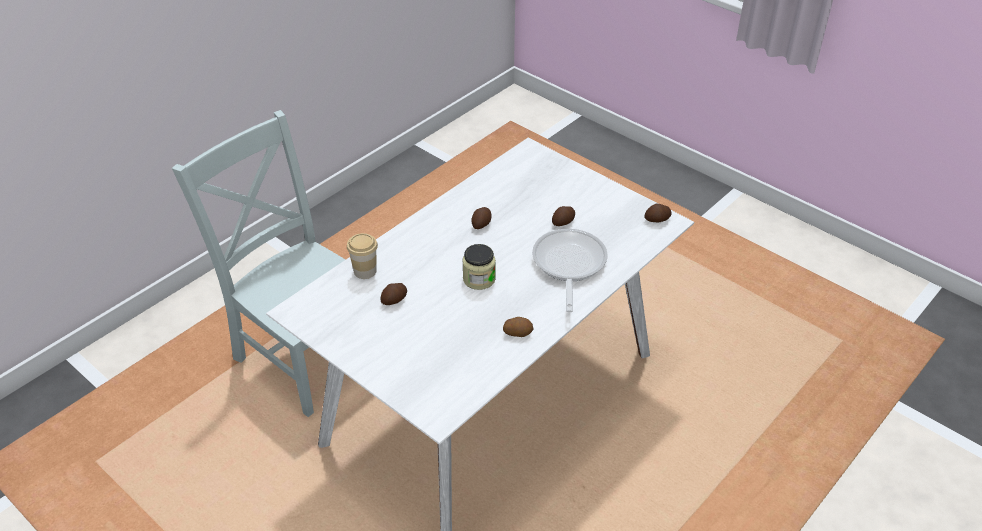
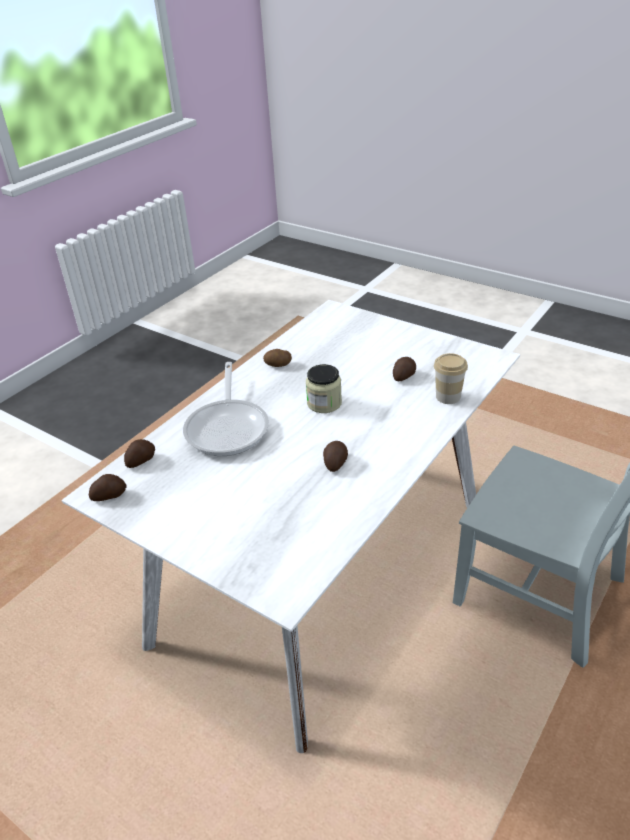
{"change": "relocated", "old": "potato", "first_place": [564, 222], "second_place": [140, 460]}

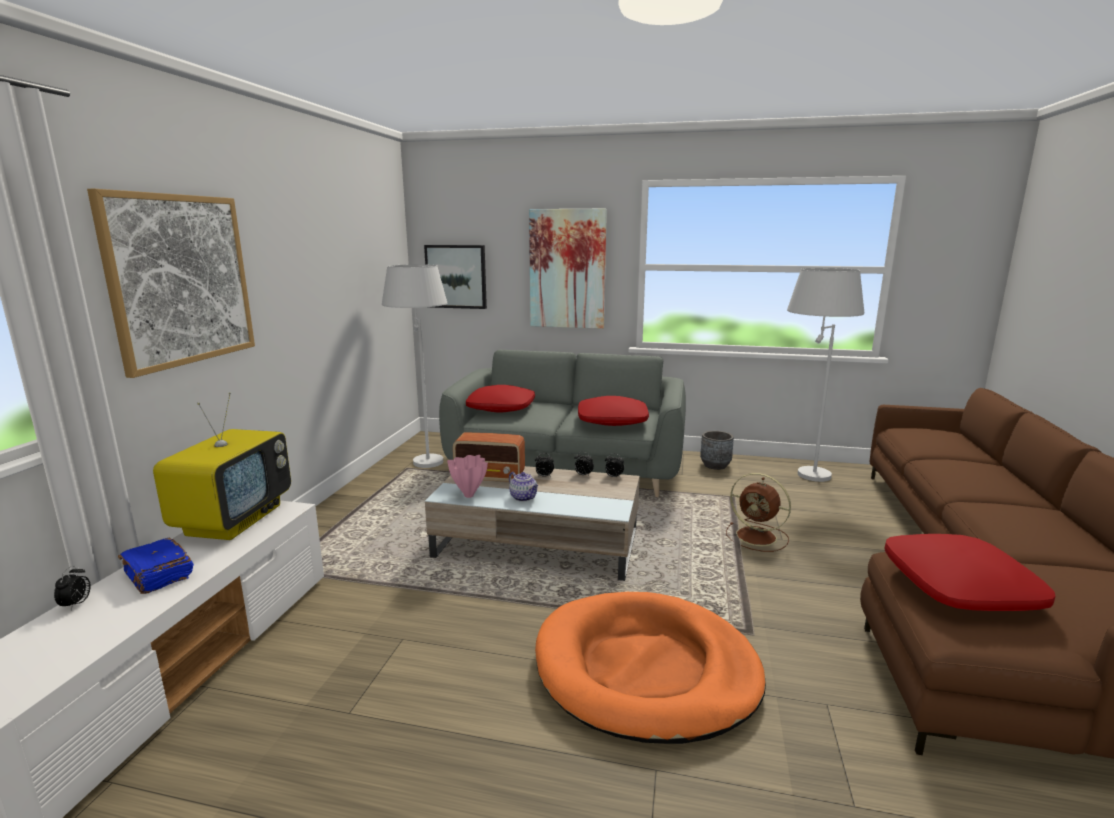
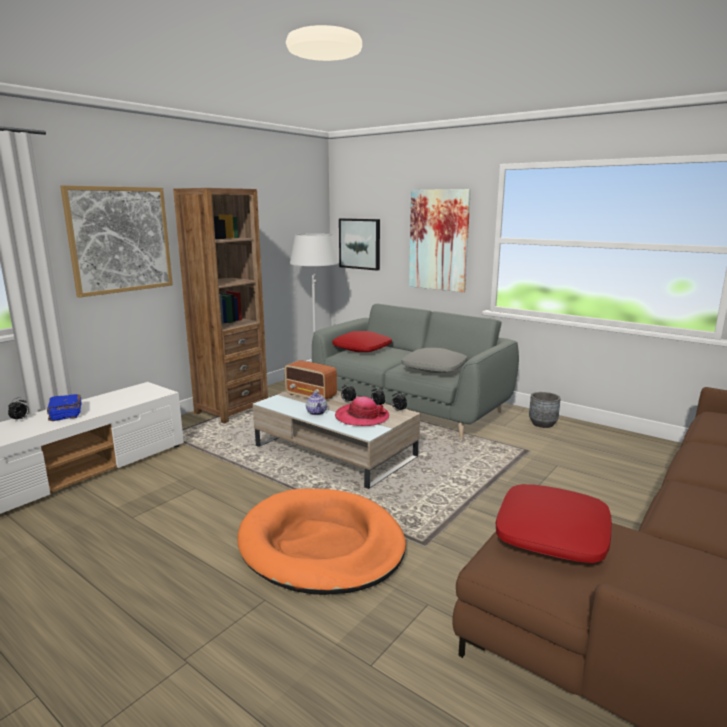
{"change": "missing", "old": "television", "first_place": [234, 519]}
{"change": "missing", "old": "vase (pink)", "first_place": [468, 496]}
{"change": "colour", "old": "pillow (red-coloured)", "new": "pillow (greyish)", "first_place": [612, 420], "second_place": [434, 368]}
{"change": "missing", "old": "electric fan (brown)", "first_place": [758, 537]}
{"change": "missing", "old": "standing lamp (white)", "first_place": [804, 479]}
{"change": "appeared", "new": "bookcase (brown)", "second_place": [231, 410]}
{"change": "appeared", "new": "hat", "second_place": [362, 417]}

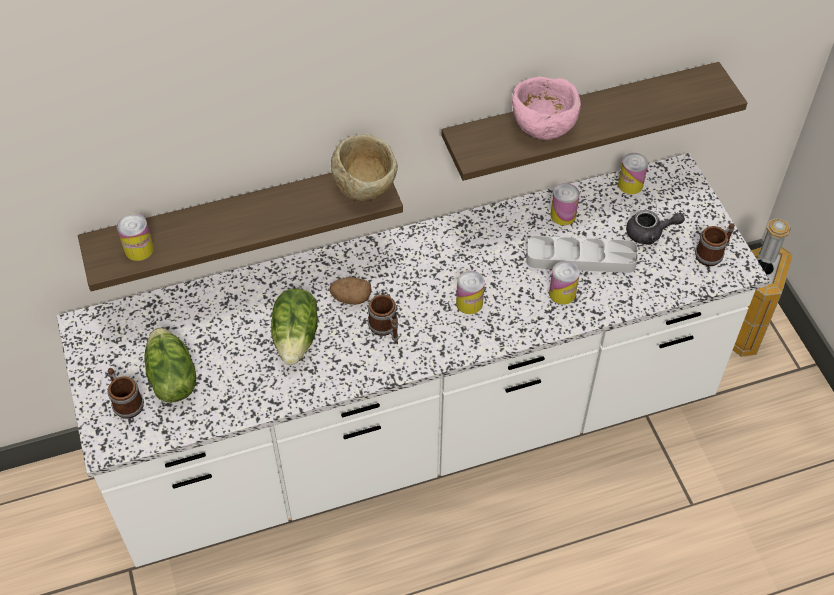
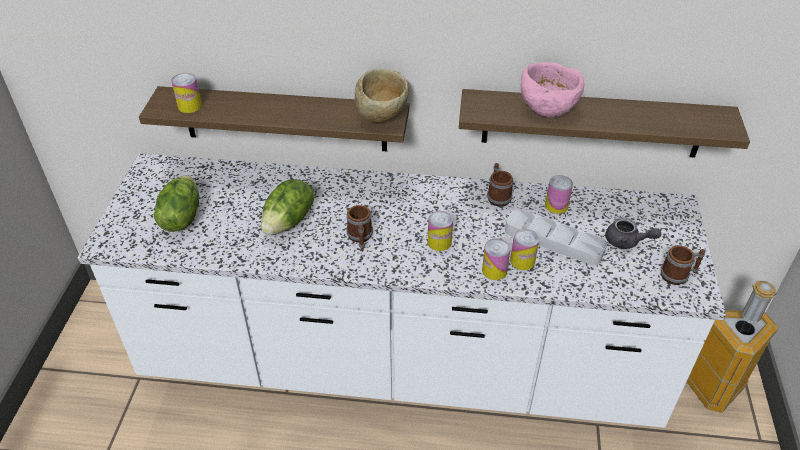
{"change": "relocated", "old": "tea mug", "first_place": [126, 402], "second_place": [497, 196]}
{"change": "missing", "old": "potato", "first_place": [351, 298]}
{"change": "relocated", "old": "can", "first_place": [630, 184], "second_place": [494, 270]}

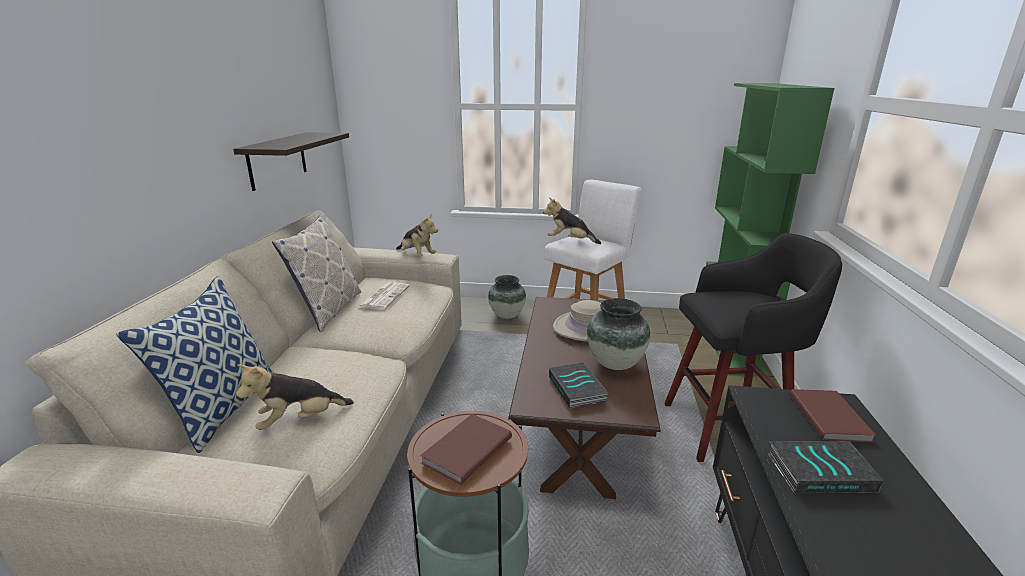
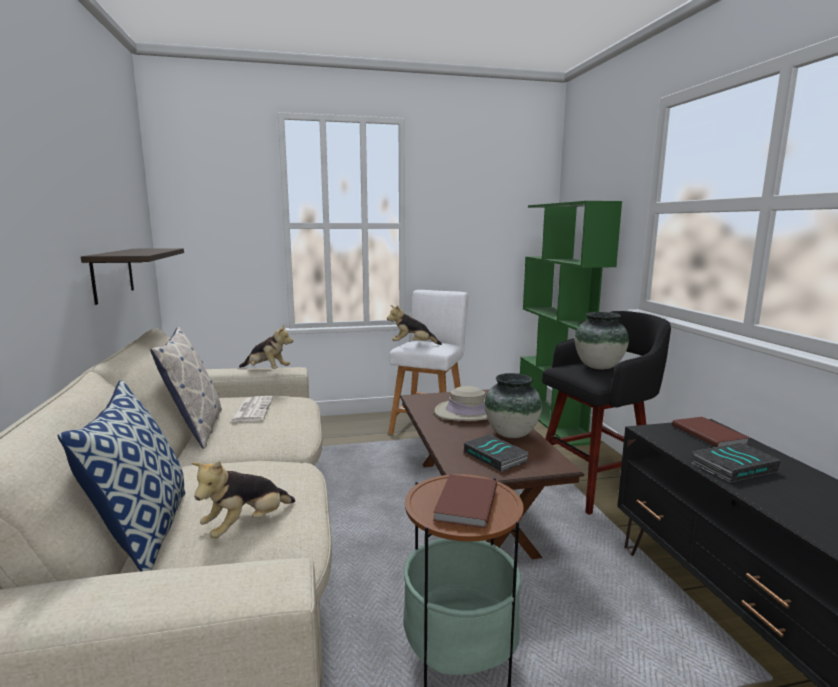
{"change": "relocated", "old": "vase", "first_place": [506, 315], "second_place": [598, 367]}

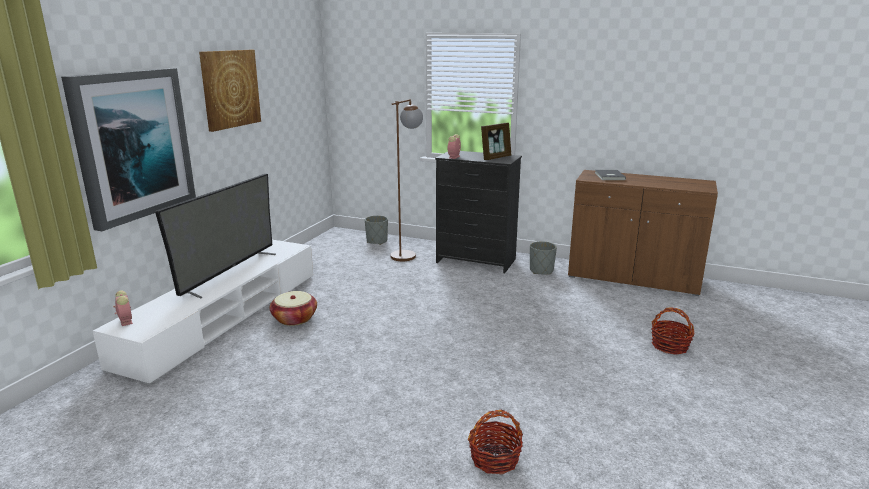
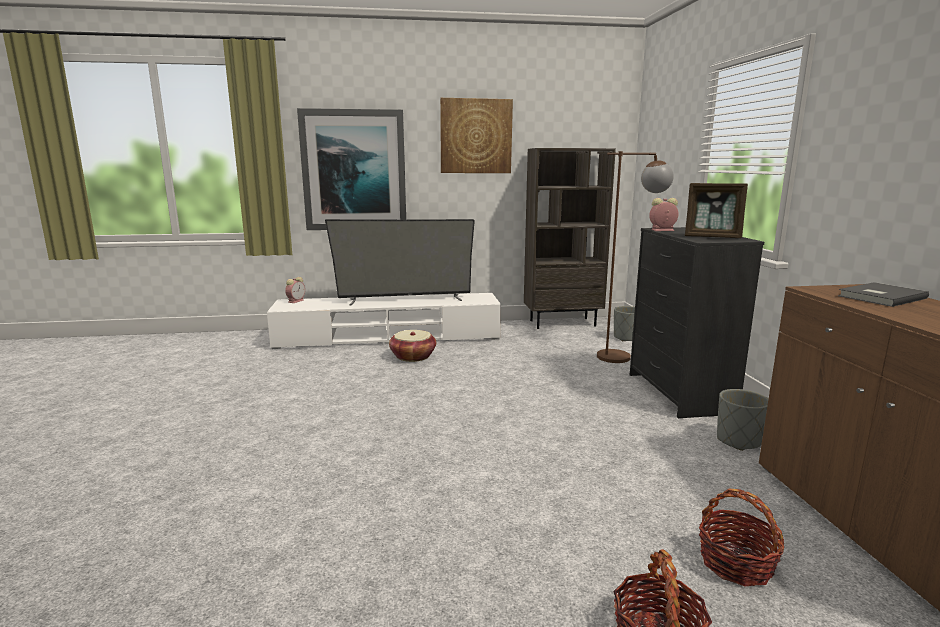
{"change": "relocated", "old": "household basket", "first_place": [494, 458], "second_place": [736, 563]}
{"change": "appeared", "new": "bookcase (brown)", "second_place": [562, 323]}

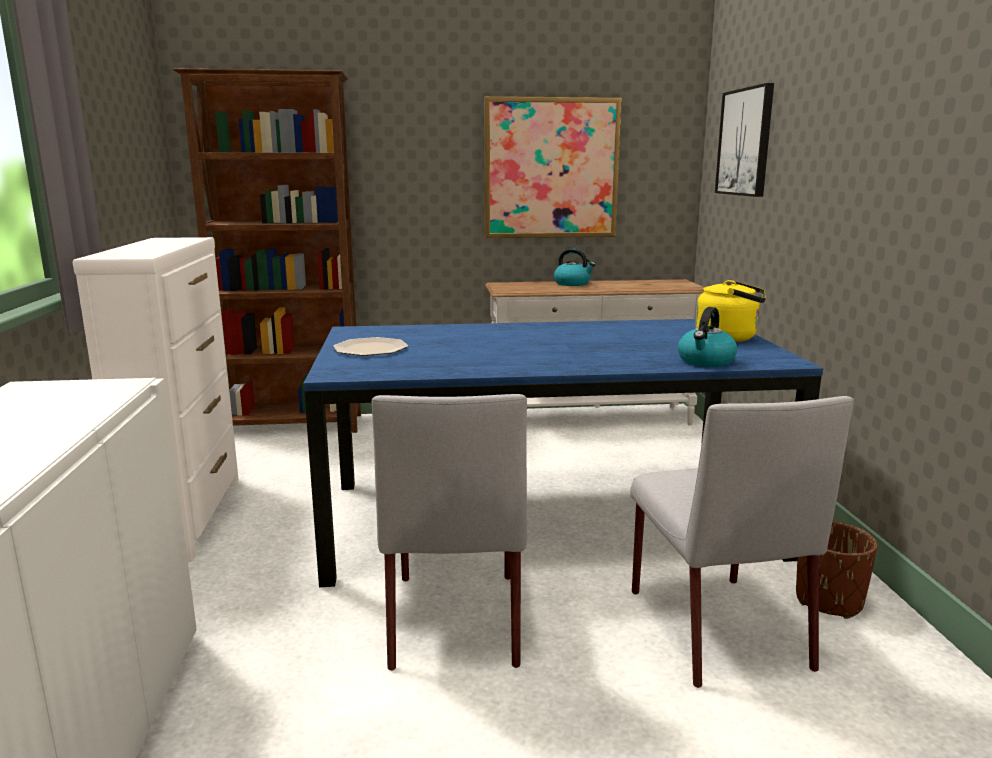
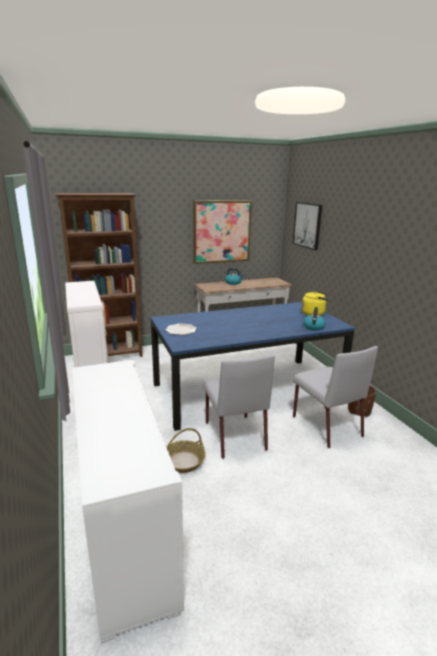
{"change": "appeared", "new": "household basket", "second_place": [183, 461]}

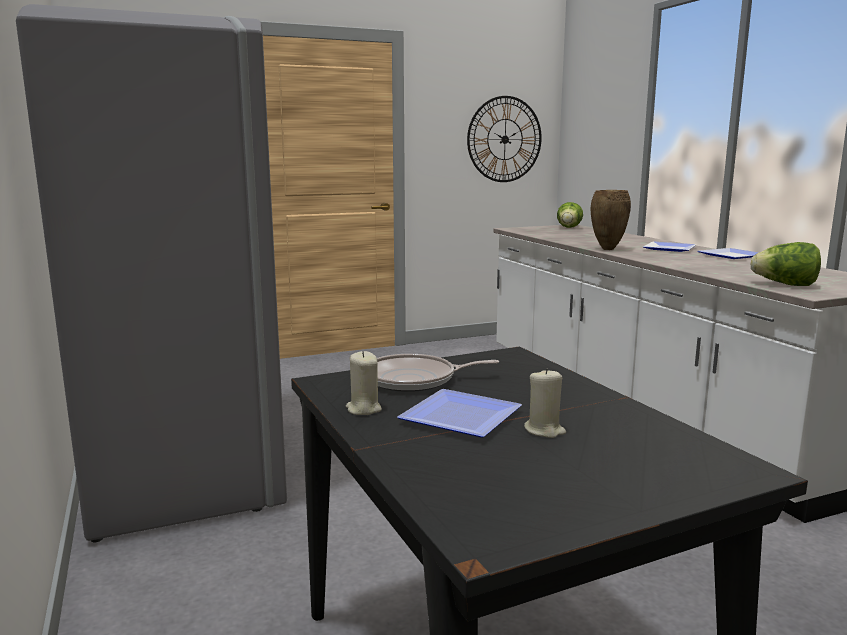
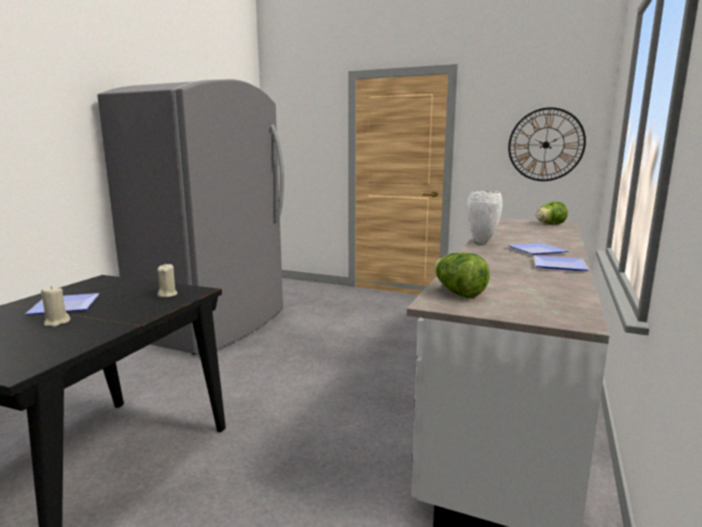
{"change": "relocated", "old": "candle (beige)", "first_place": [363, 409], "second_place": [167, 295]}
{"change": "missing", "old": "skillet", "first_place": [415, 380]}
{"change": "colour", "old": "vase (brown)", "new": "vase (white)", "first_place": [607, 249], "second_place": [481, 243]}

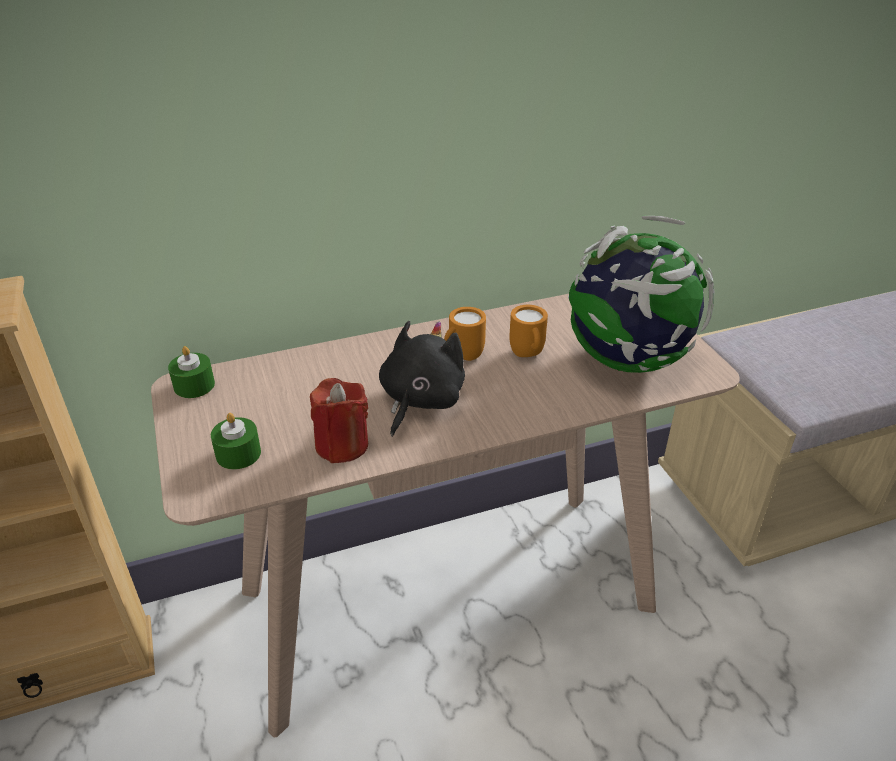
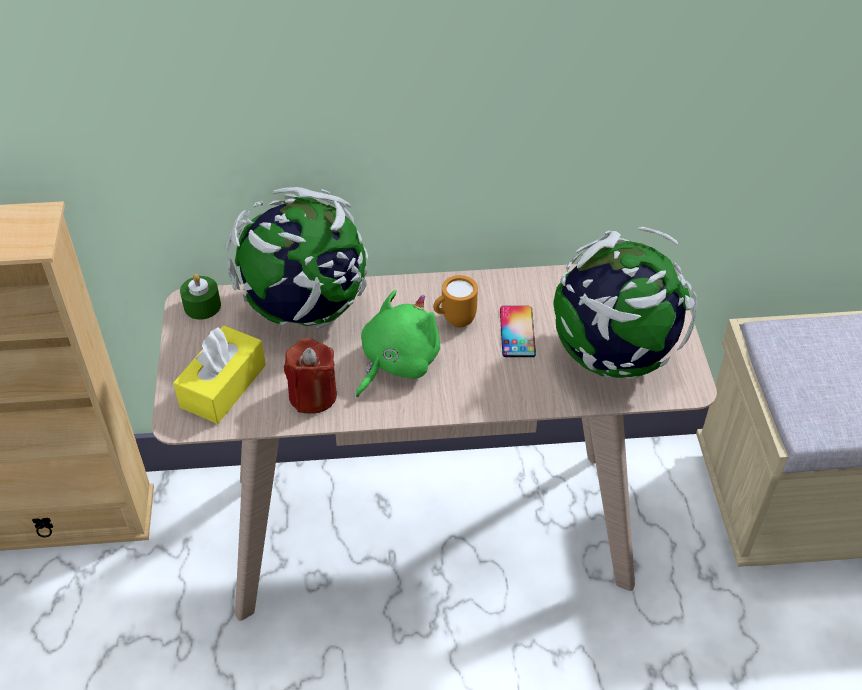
{"change": "exchanged", "old": "candle (green-coloured)", "new": "box of tissues (yellow)", "first_place": [238, 454], "second_place": [223, 386]}
{"change": "colour", "old": "plush toy (blackish)", "new": "plush toy (green-coloured)", "first_place": [420, 400], "second_place": [397, 362]}
{"change": "exchanged", "old": "tea mug (orangey)", "new": "phone", "first_place": [528, 355], "second_place": [517, 332]}
{"change": "appeared", "new": "world globe", "second_place": [305, 309]}

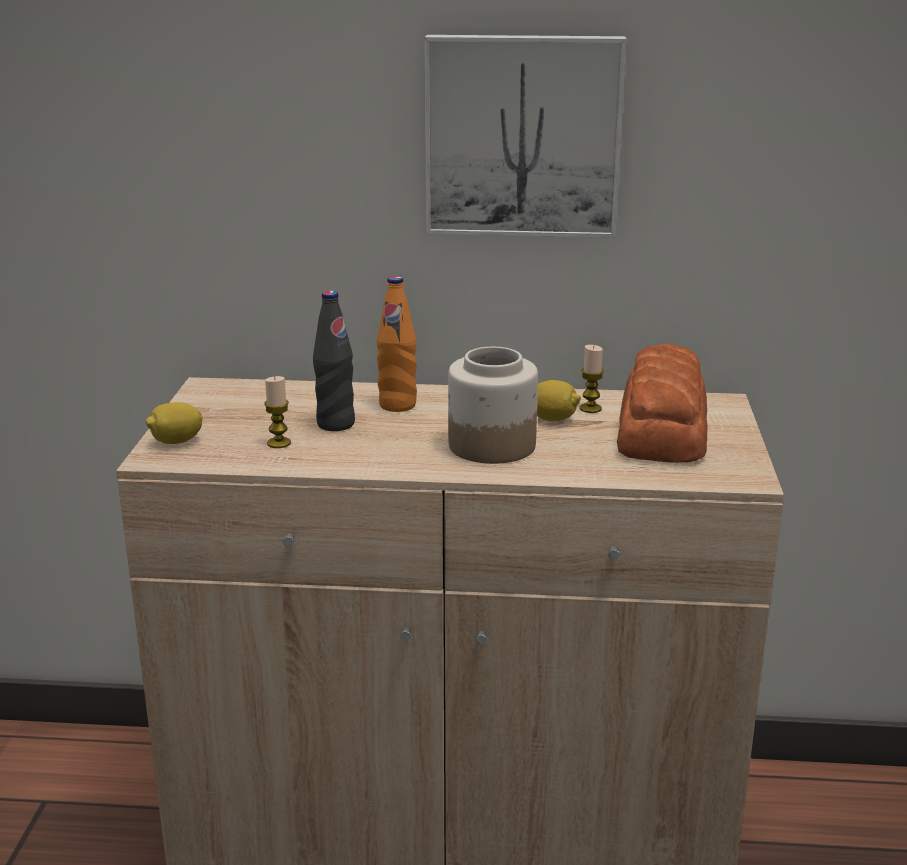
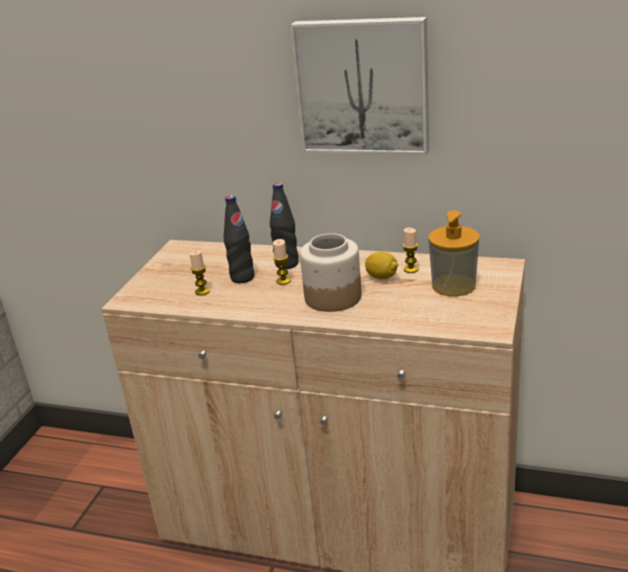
{"change": "missing", "old": "lemon", "first_place": [176, 442]}
{"change": "colour", "old": "bottle (orangey)", "new": "bottle (blackish)", "first_place": [397, 405], "second_place": [287, 264]}
{"change": "exchanged", "old": "bakery bread", "new": "soap bottle", "first_place": [663, 427], "second_place": [454, 285]}
{"change": "appeared", "new": "candle", "second_place": [283, 281]}

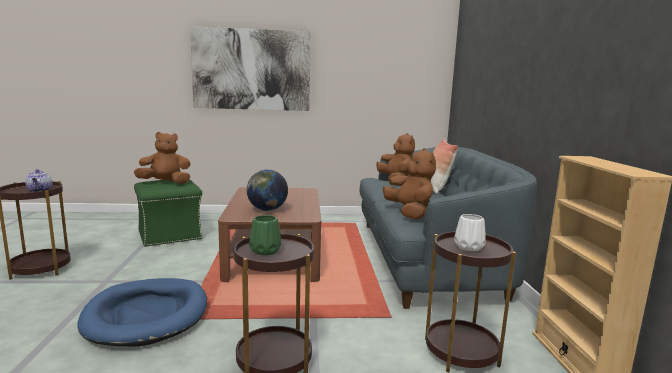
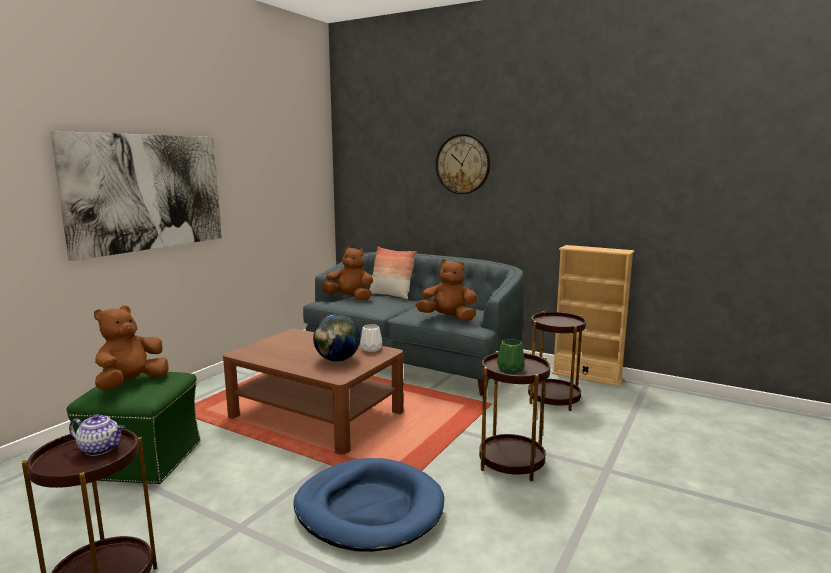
{"change": "relocated", "old": "vase (white)", "first_place": [469, 247], "second_place": [371, 349]}
{"change": "appeared", "new": "clock on the wall", "second_place": [463, 164]}

